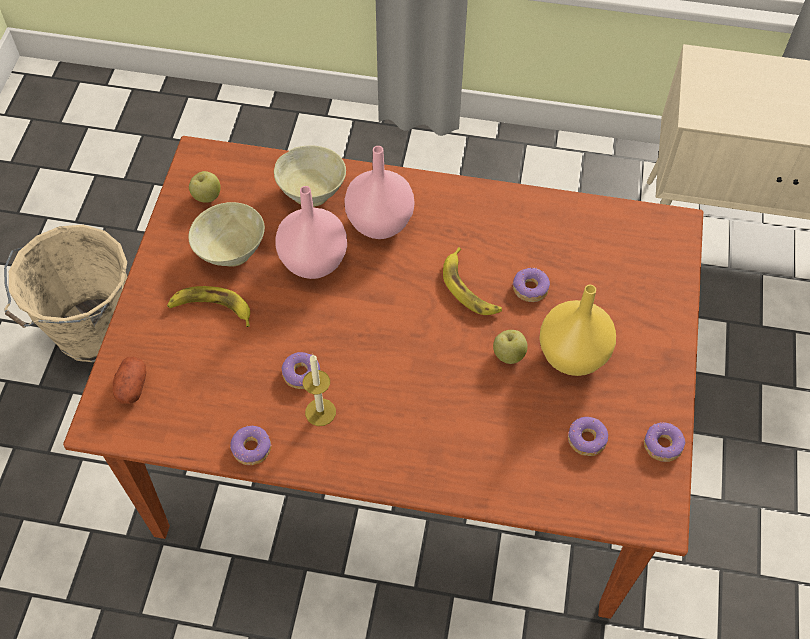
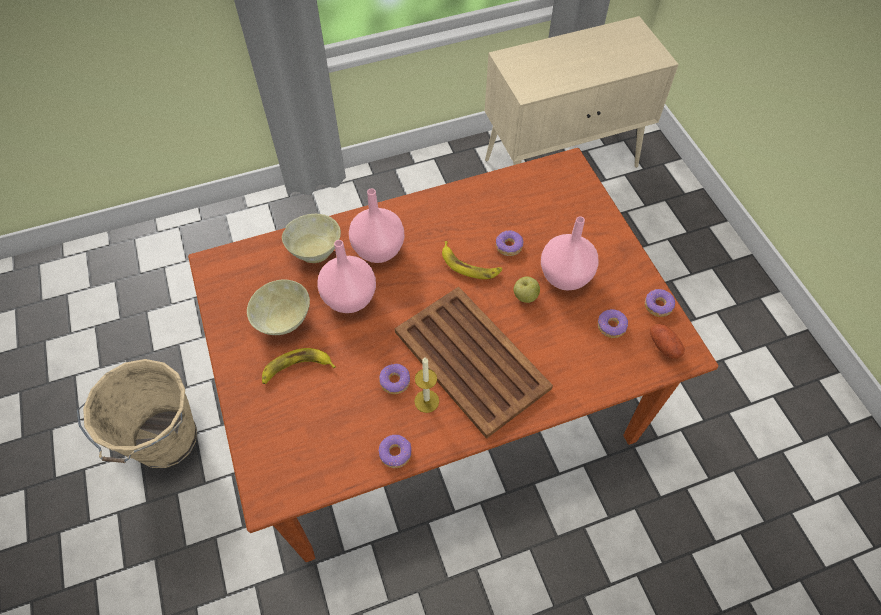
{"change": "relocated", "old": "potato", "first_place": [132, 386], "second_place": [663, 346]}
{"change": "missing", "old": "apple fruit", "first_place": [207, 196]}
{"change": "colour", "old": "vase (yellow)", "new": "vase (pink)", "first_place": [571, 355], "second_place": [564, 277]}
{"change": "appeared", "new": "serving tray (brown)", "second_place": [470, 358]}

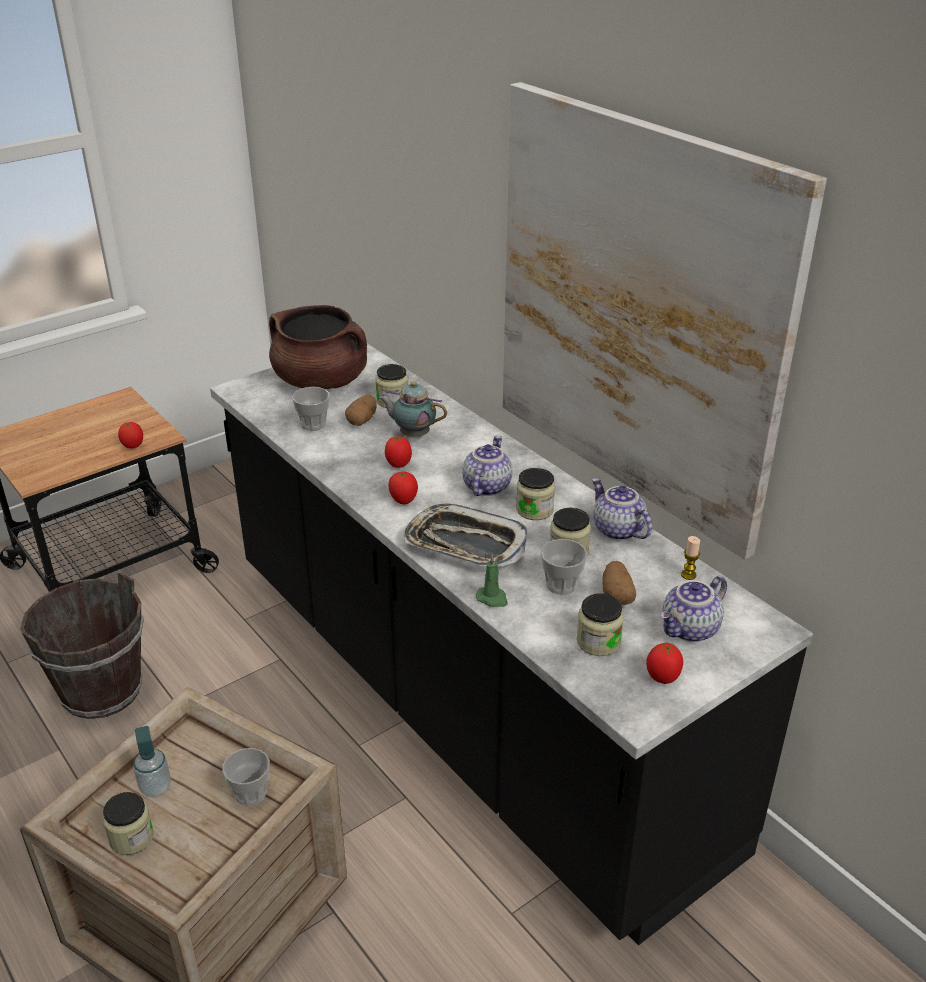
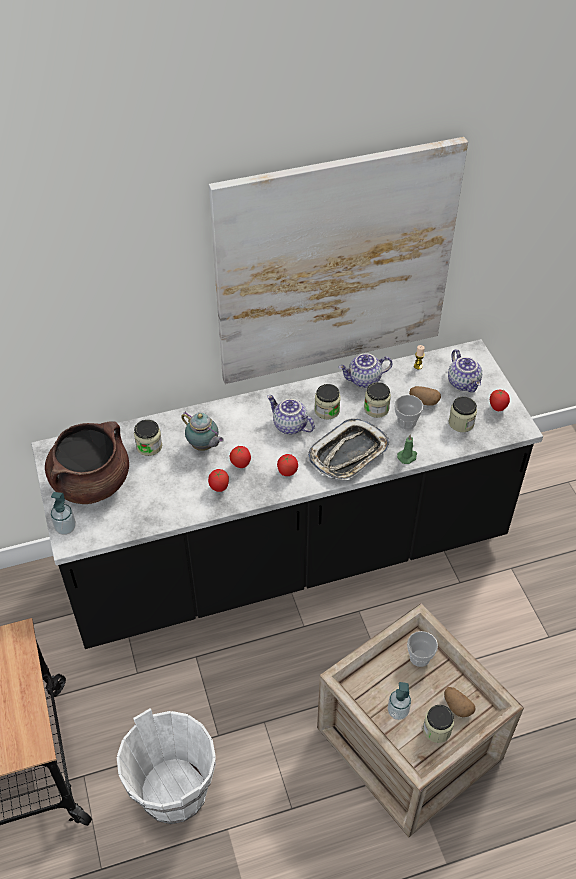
{"change": "colour", "old": "water bucket (brown)", "new": "water bucket (white)", "first_place": [101, 690], "second_place": [173, 791]}
{"change": "relocated", "old": "fresh tomato", "first_place": [133, 446], "second_place": [219, 488]}
{"change": "missing", "old": "cup", "first_place": [313, 424]}
{"change": "relocated", "old": "potato", "first_place": [362, 420], "second_place": [457, 706]}
{"change": "spun", "old": "tea pot", "first_place": [413, 434], "second_place": [204, 446], "degrees": -90}
{"change": "appeared", "new": "soap bottle", "second_place": [65, 528]}

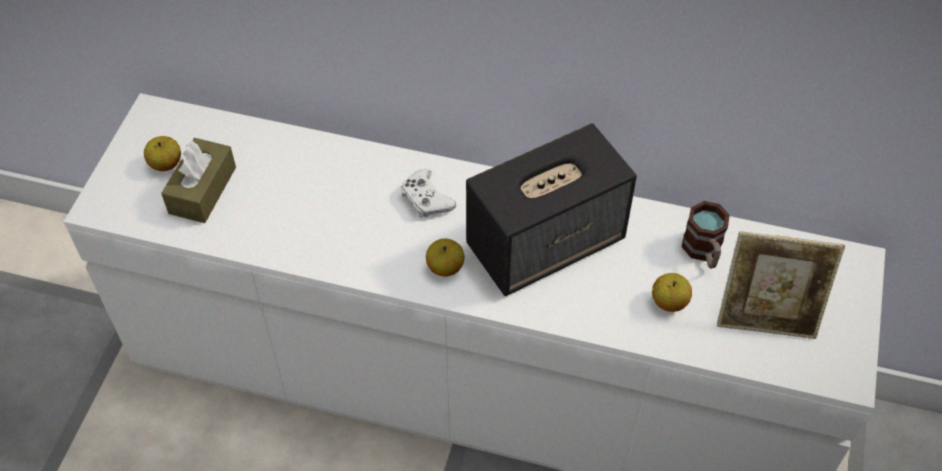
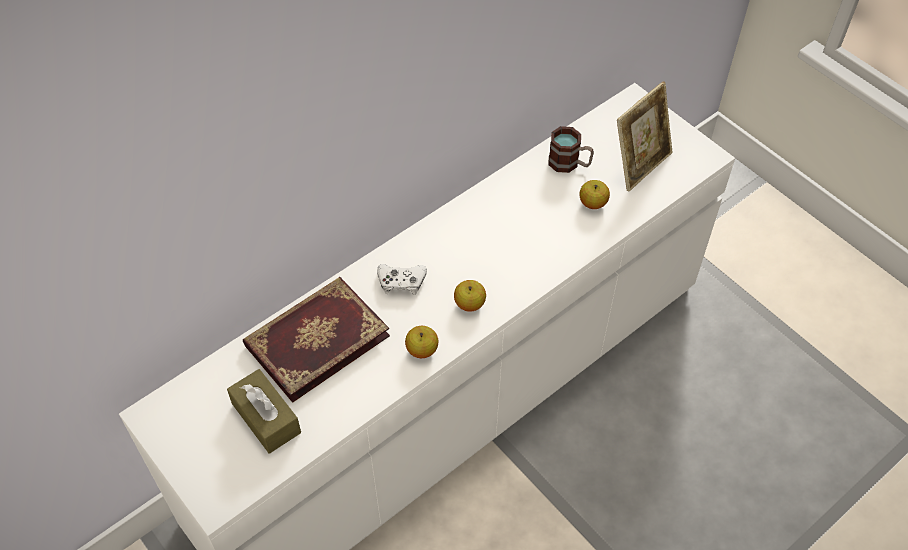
{"change": "relocated", "old": "apple fruit", "first_place": [166, 164], "second_place": [422, 350]}
{"change": "missing", "old": "audio speaker", "first_place": [546, 242]}
{"change": "appeared", "new": "book", "second_place": [315, 339]}

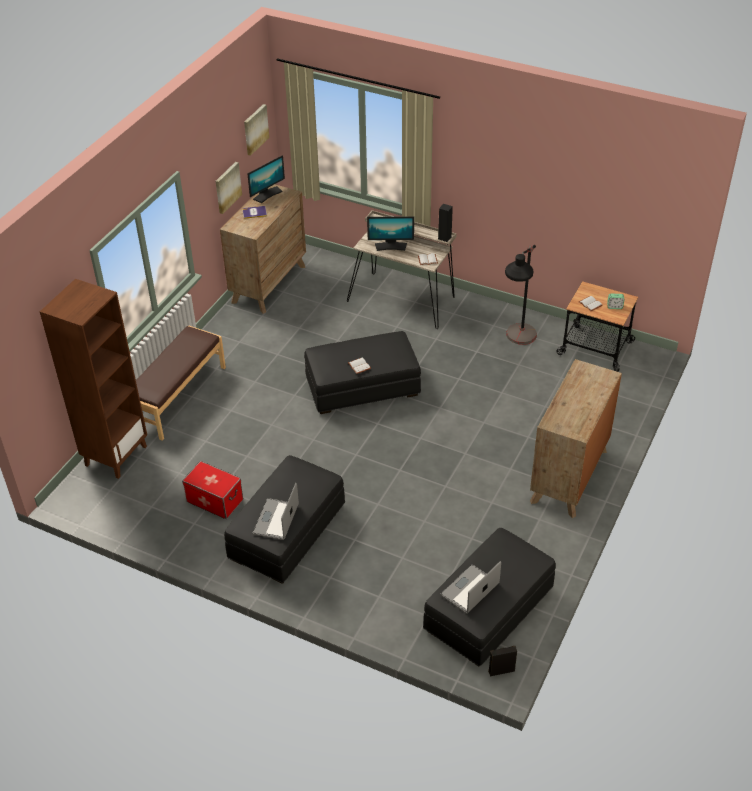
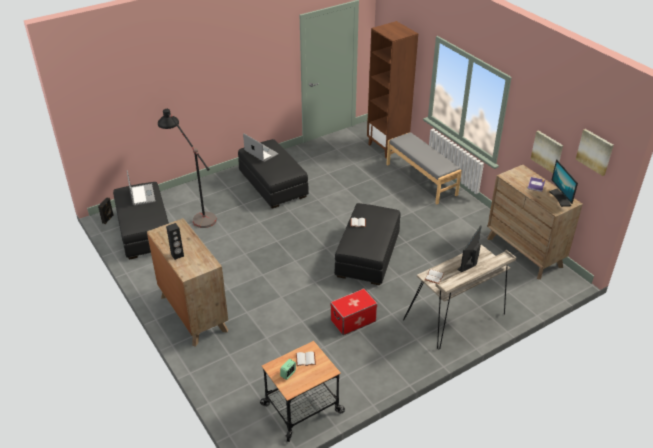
{"change": "colour", "old": "indoor bench (brown)", "new": "indoor bench (greyish)", "first_place": [178, 397], "second_place": [421, 179]}
{"change": "relocated", "old": "storage box", "first_place": [215, 500], "second_place": [353, 320]}
{"change": "relocated", "old": "audio speaker (blackish)", "first_place": [444, 238], "second_place": [177, 255]}
{"change": "relocated", "old": "standing lamp (blackish)", "first_place": [517, 348], "second_place": [194, 212]}

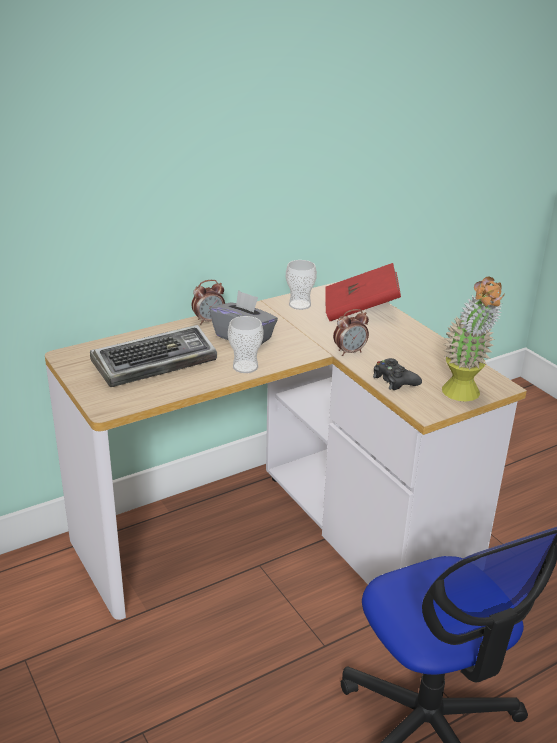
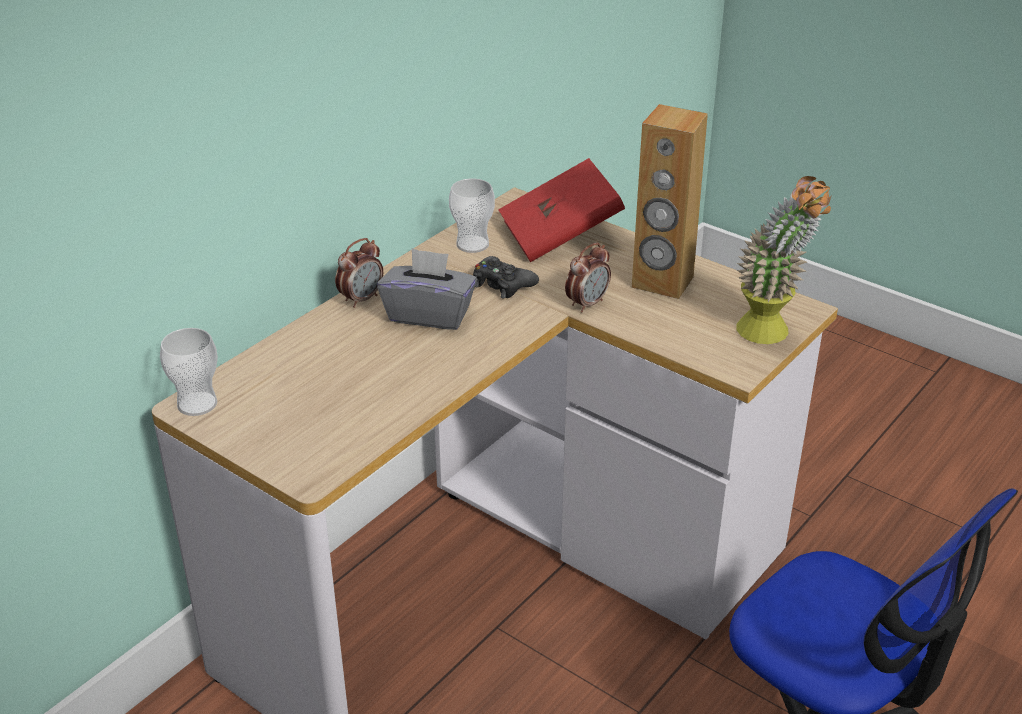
{"change": "missing", "old": "PC keyboard", "first_place": [155, 362]}
{"change": "relocated", "old": "cup", "first_place": [245, 367], "second_place": [197, 404]}
{"change": "relocated", "old": "gamepad (blackish)", "first_place": [394, 380], "second_place": [502, 284]}
{"change": "appeared", "new": "audio speaker (brown)", "second_place": [662, 282]}

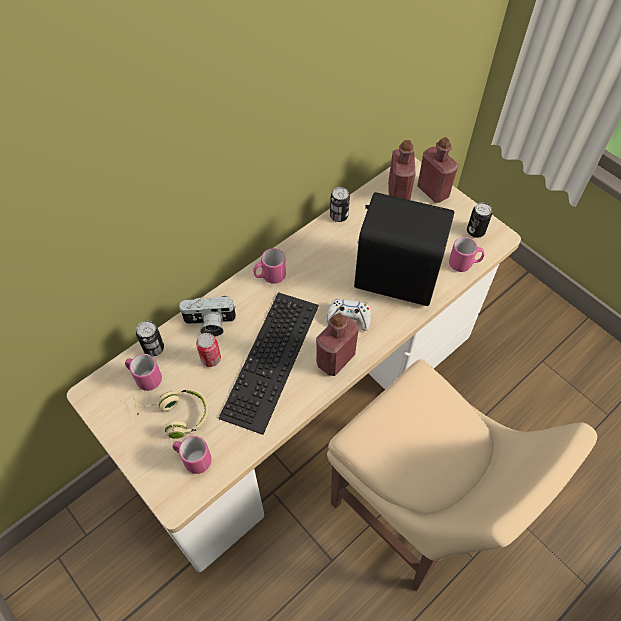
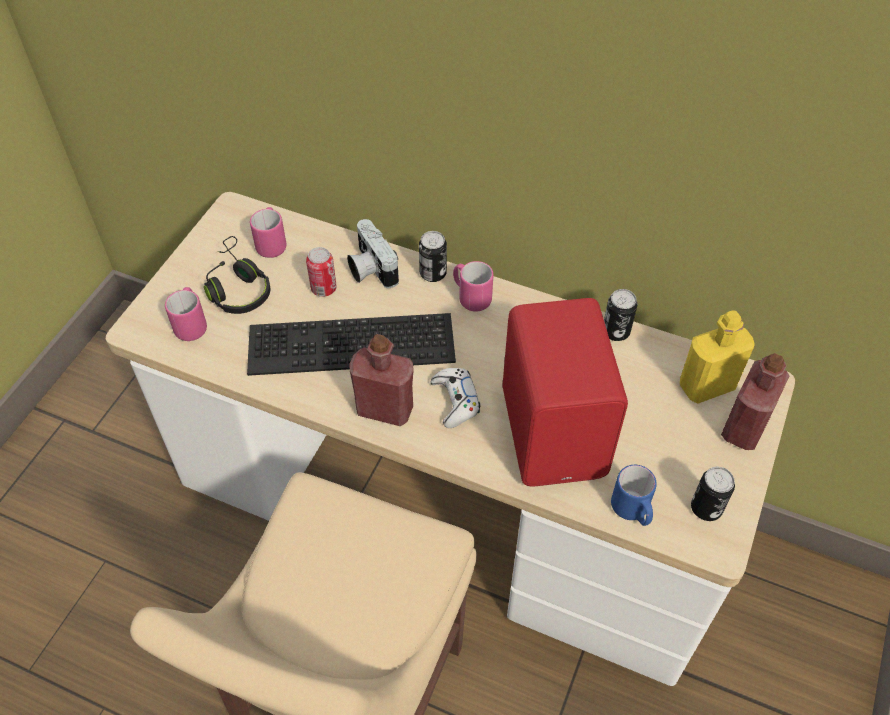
{"change": "colour", "old": "pair of headphones (beige)", "new": "pair of headphones (blackish)", "first_place": [175, 415], "second_place": [237, 287]}
{"change": "relocated", "old": "can", "first_place": [154, 348], "second_place": [433, 273]}
{"change": "colour", "old": "audio speaker (blackish)", "new": "audio speaker (red-coloured)", "first_place": [395, 275], "second_place": [556, 431]}
{"change": "colour", "old": "bottle (red-coloured)", "new": "bottle (yellow)", "first_place": [398, 193], "second_place": [706, 386]}
{"change": "colour", "old": "tea mug (pink)", "new": "tea mug (blue-coloured)", "first_place": [464, 264], "second_place": [632, 511]}

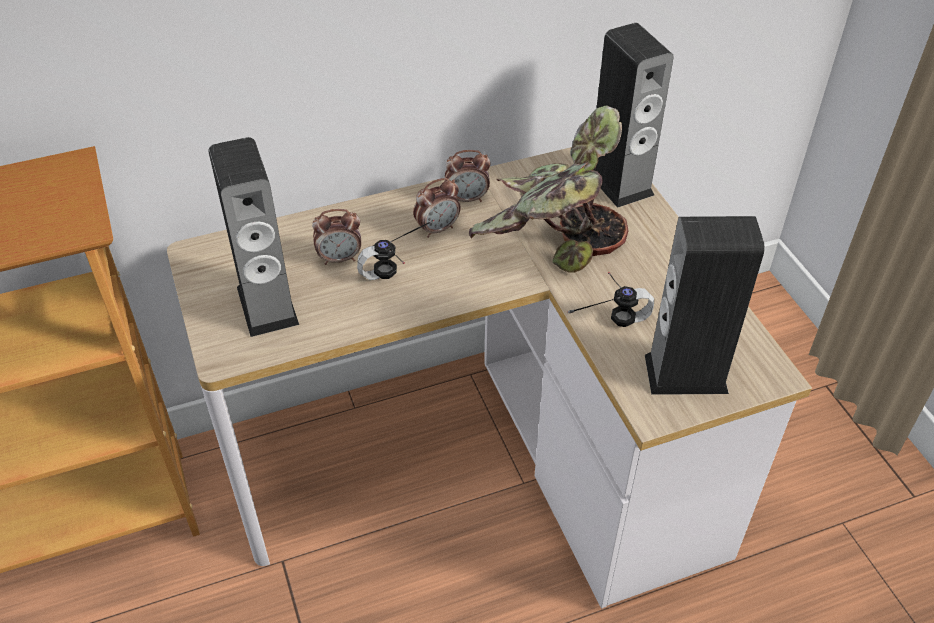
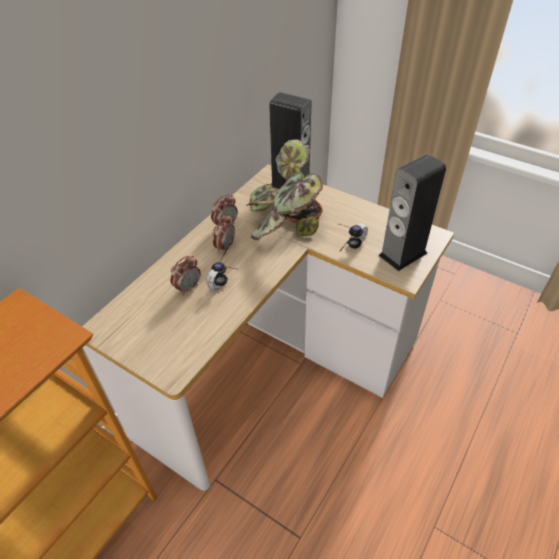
{"change": "missing", "old": "audio speaker", "first_place": [267, 305]}

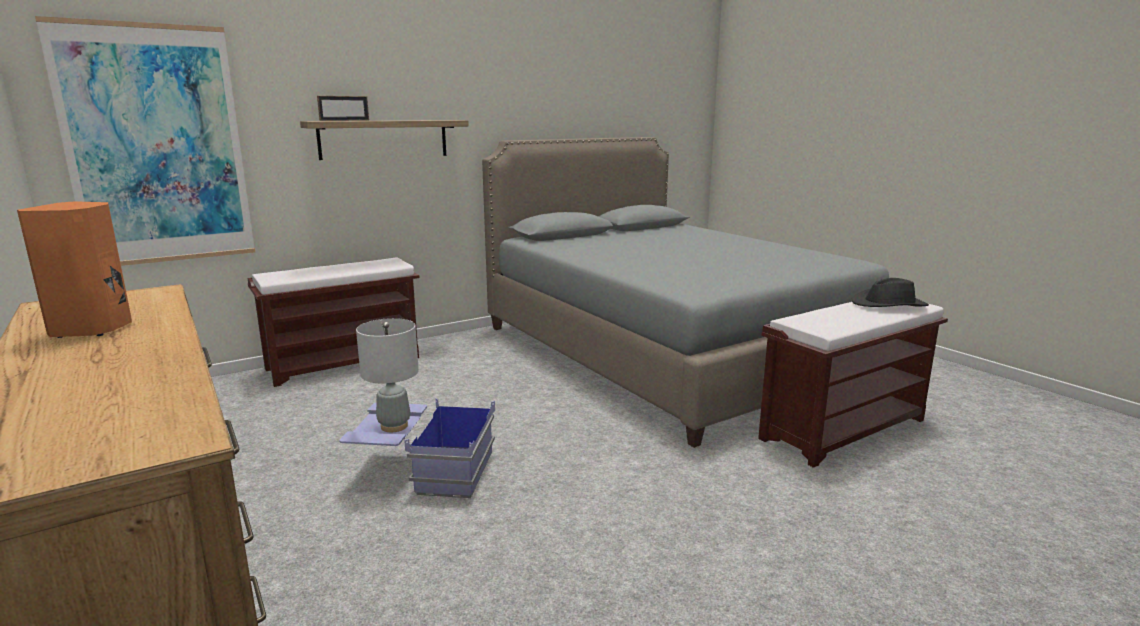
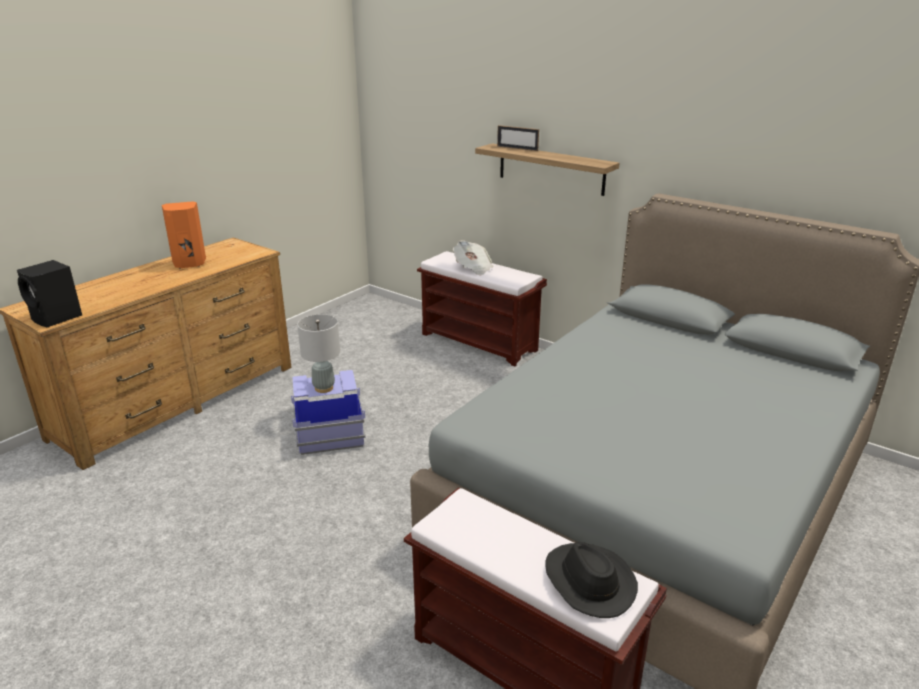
{"change": "missing", "old": "picture", "first_place": [157, 146]}
{"change": "appeared", "new": "audio speaker (blackish)", "second_place": [57, 318]}
{"change": "appeared", "new": "printed paper", "second_place": [473, 268]}

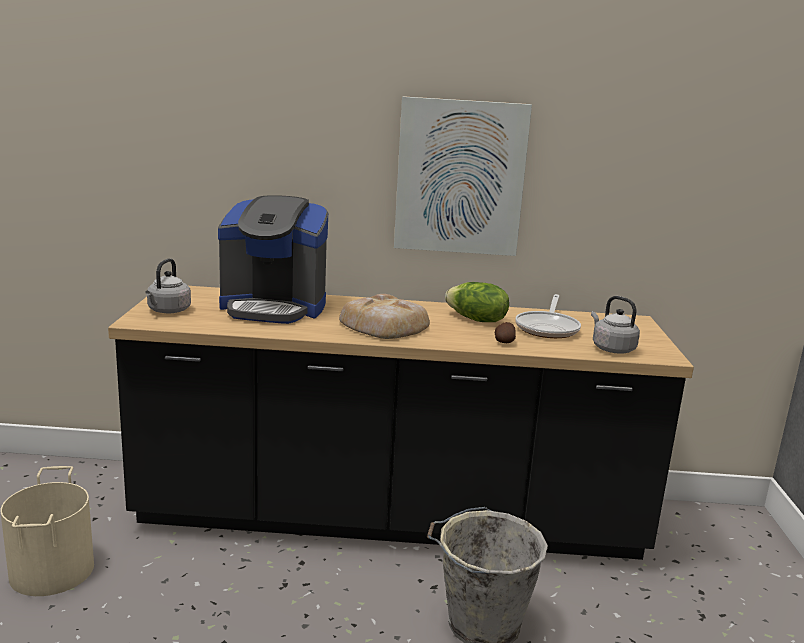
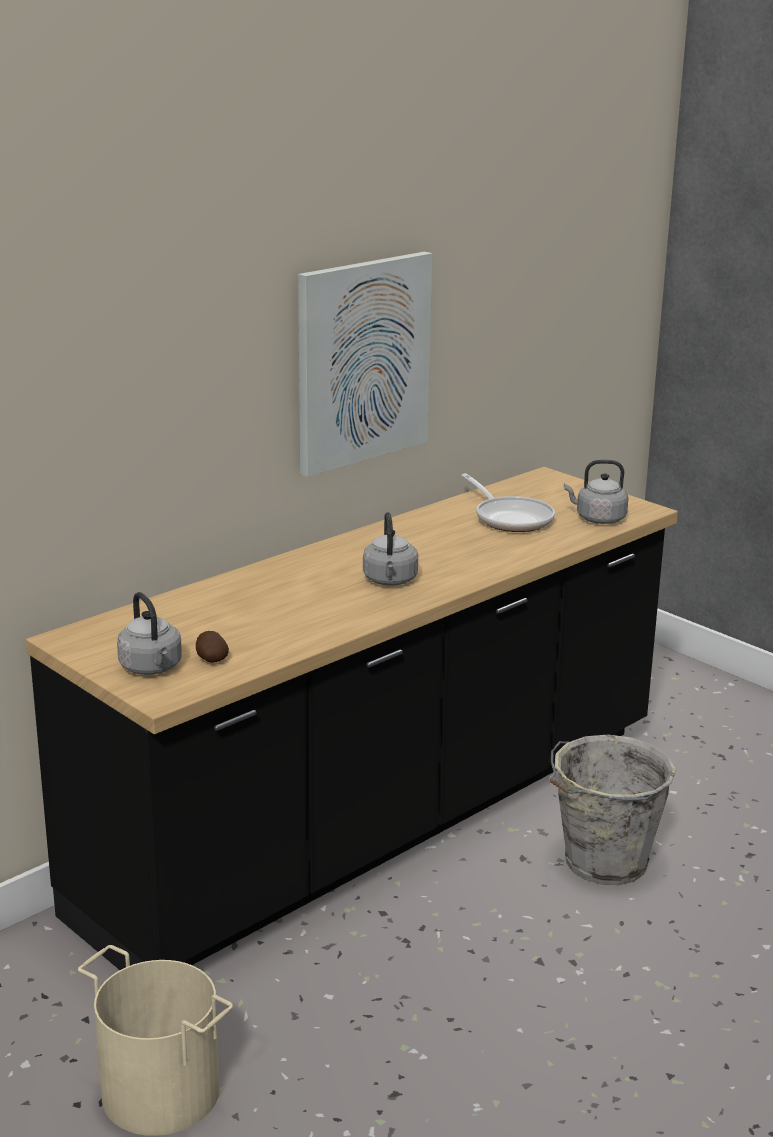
{"change": "missing", "old": "coffee brewer", "first_place": [274, 308]}
{"change": "exchanged", "old": "bakery bread", "new": "water kettle (greyish)", "first_place": [384, 326], "second_place": [390, 581]}
{"change": "missing", "old": "lettuce head", "first_place": [476, 320]}
{"change": "relocated", "old": "potato", "first_place": [504, 342], "second_place": [210, 659]}

